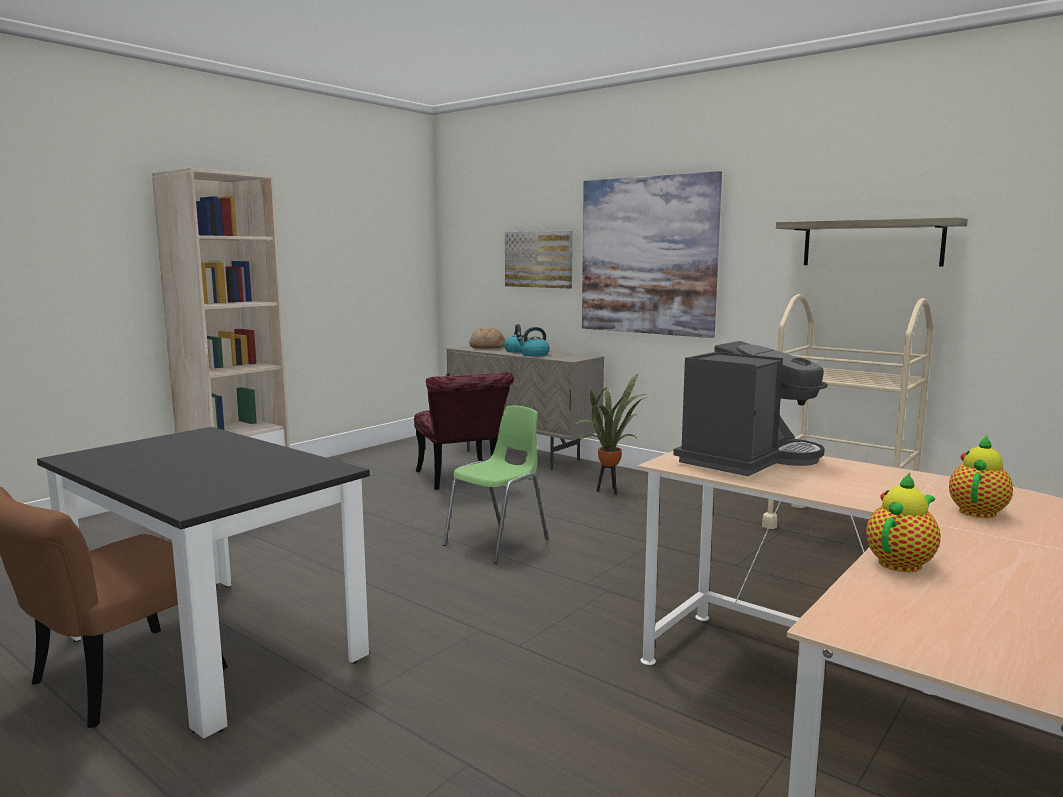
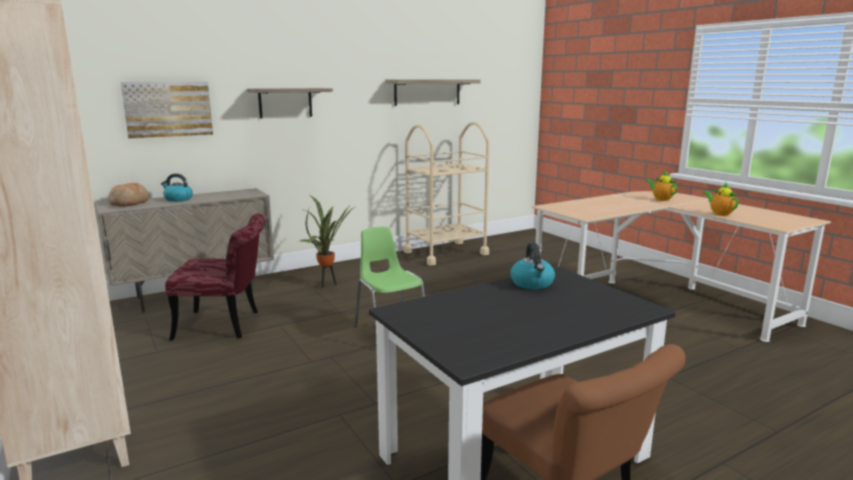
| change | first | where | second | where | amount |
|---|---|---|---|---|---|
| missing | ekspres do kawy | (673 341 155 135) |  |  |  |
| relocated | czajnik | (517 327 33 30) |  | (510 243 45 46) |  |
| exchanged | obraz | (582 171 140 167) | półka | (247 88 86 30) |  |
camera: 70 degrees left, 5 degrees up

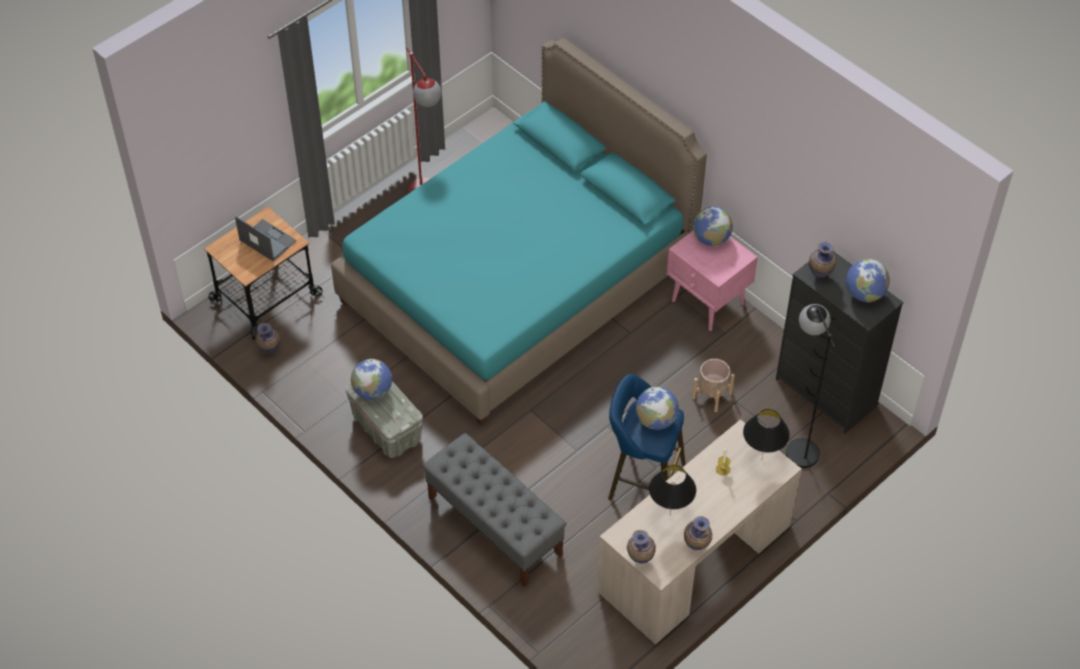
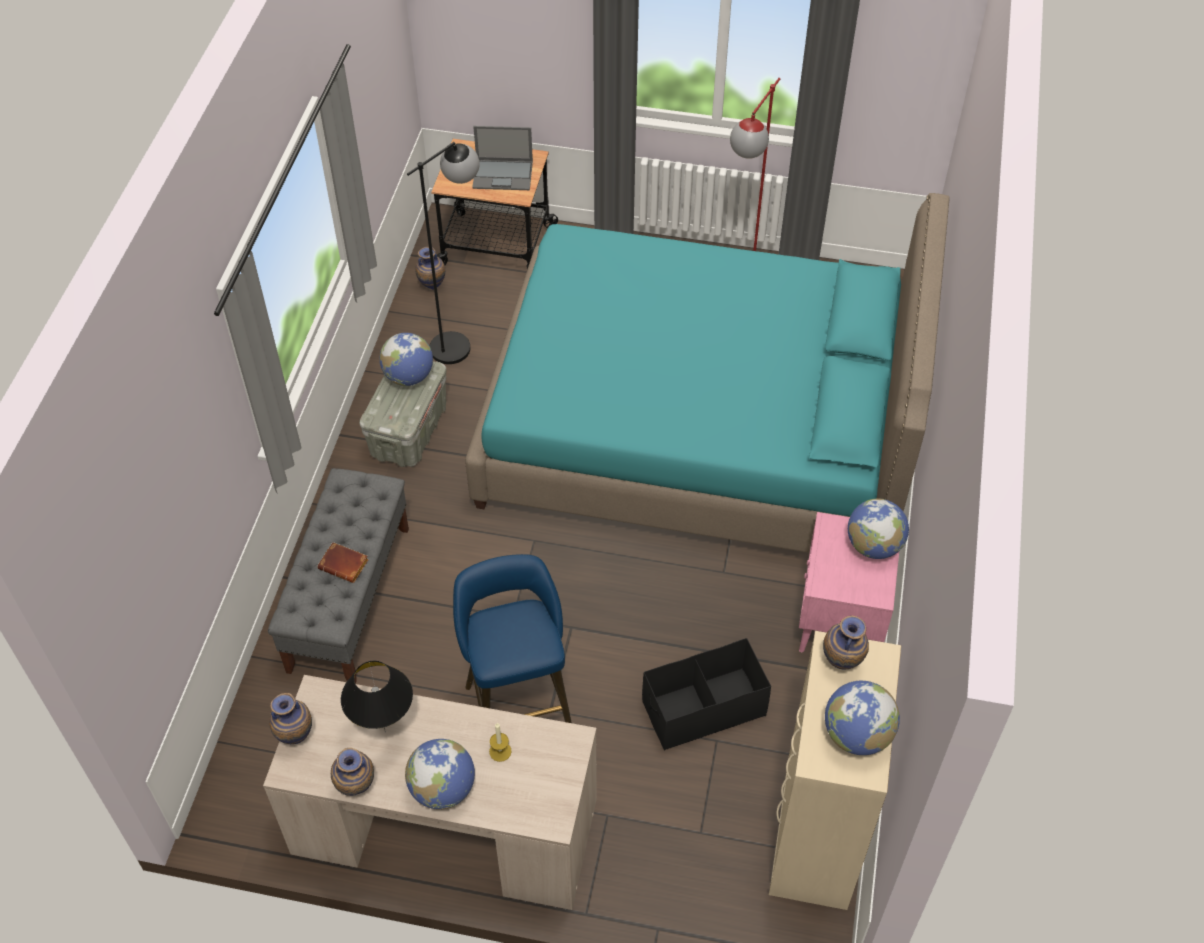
| change | first | where | second | where | amount |
|---|---|---|---|---|---|
| missing | lampa stołowa/czarny | (743 409 47 49) |  |  |  |
| appeared |  |  | książka/brązowy | (317 542 52 41) |  |
| relocated | globus | (635 386 44 44) |  | (405 739 70 70) |  |
| relocated | lampa stojąca/czarny | (786 304 49 164) |  | (407 142 73 222) |  |
| exchanged | donica/beżowy | (692 359 43 53) | pojemnik do przechowywania/czarny | (642 638 129 113) |  |
| colour | komoda/czarny | (776 251 128 183) | komoda/beżowy | (769 631 132 279) |  |
| spun | laptop | (235 216 61 46) |  | (472 126 61 64) | 90 degrees clockwise |
camera: 55 degrees right, 0 degrees up

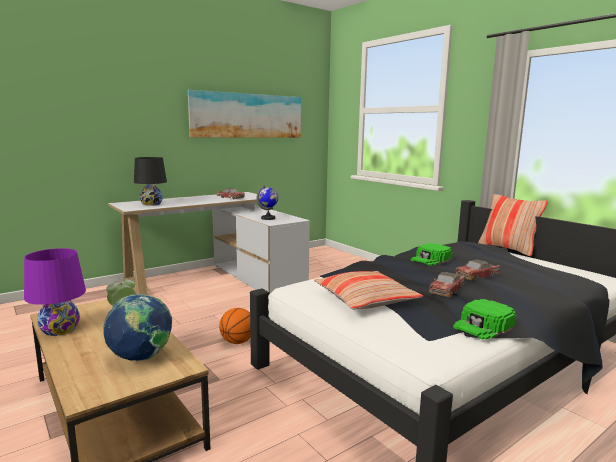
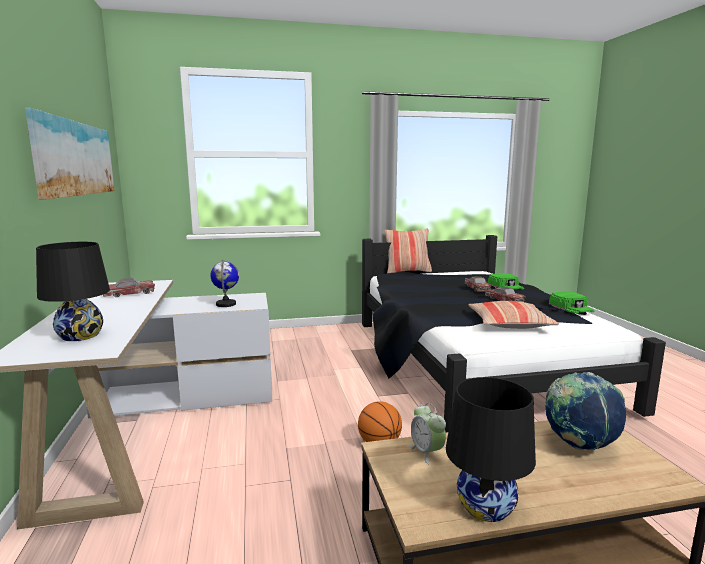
| change | first | where | second | where | amount |
|---|---|---|---|---|---|
| relocated | czapka z daszkiem/zielony | (411 243 42 23) |  | (488 273 36 16) |  |
| colour | lampa stołowa/fioletowy | (24 248 62 88) | lampa stołowa/czarny | (446 377 90 145) |  |
camera: 65 degrees left, 0 degrees up

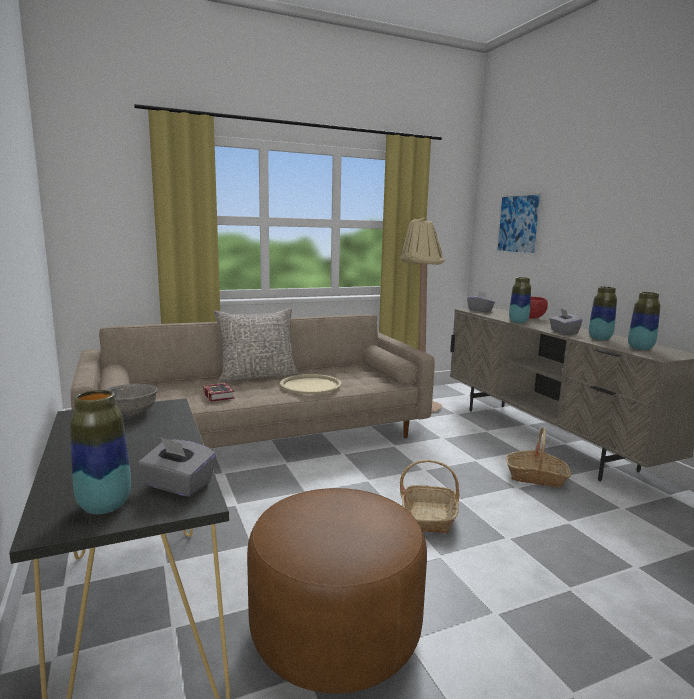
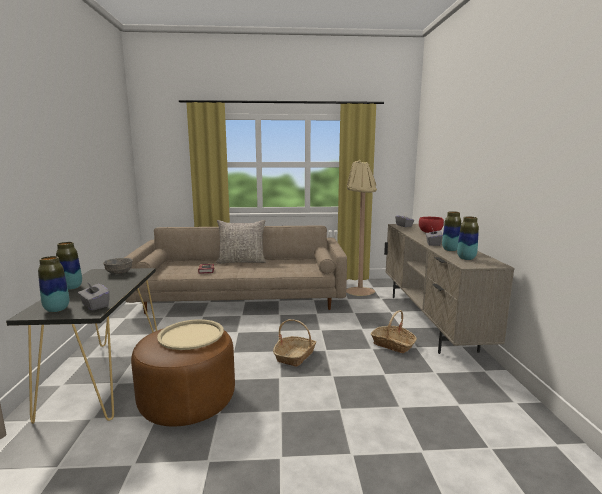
| change | first | where | second | where | amount |
|---|---|---|---|---|---|
| missing | obraz | (496 192 47 63) |  |  |  |
| relocated | taca/beżowy | (280 374 62 20) |  | (157 319 67 31) |  |
| relocated | wazon | (509 277 22 46) |  | (56 242 26 48) |  |
camera: 20 degrees right, 0 degrees up

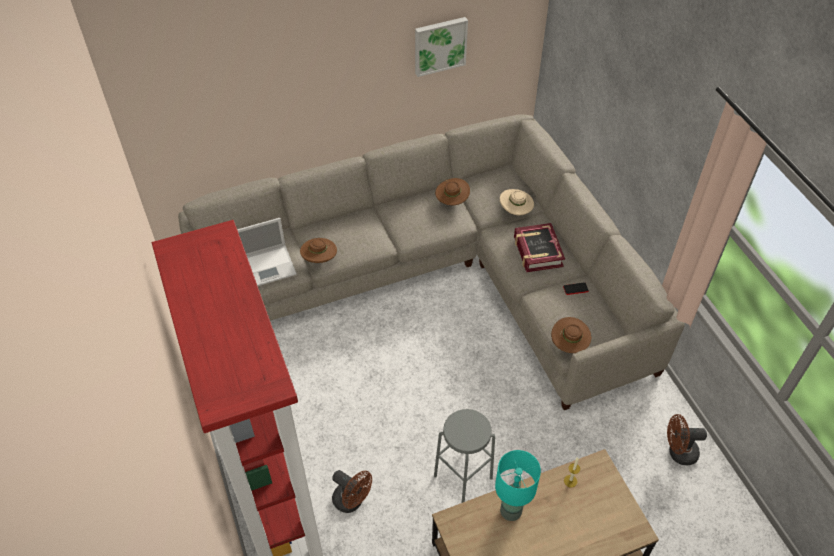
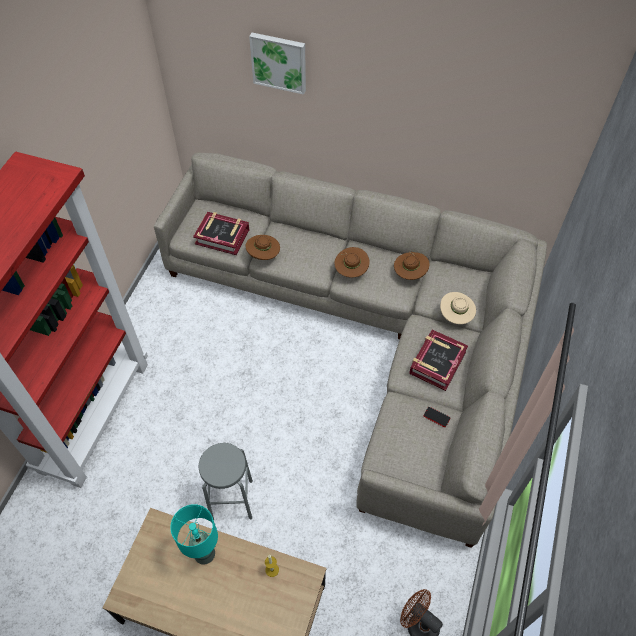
| change | first | where | second | where | amount |
|---|---|---|---|---|---|
| missing | wentylator/brązowy | (332 470 40 43) |  |  |  |
| relocated | obraz | (415 17 53 60) |  | (249 33 57 62) |  |
| relocated | kapelusz/brązowy | (551 317 40 36) |  | (334 247 36 31) |  |
| exchanged | laptop | (237 218 60 68) | książka | (193 212 56 43) |  |
camera: 40 degrees right, 5 degrees up

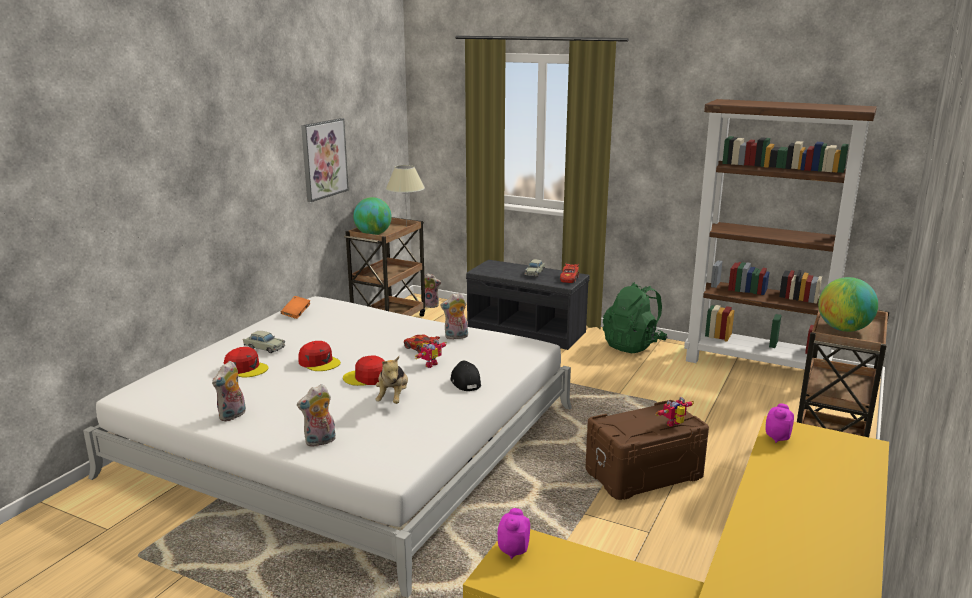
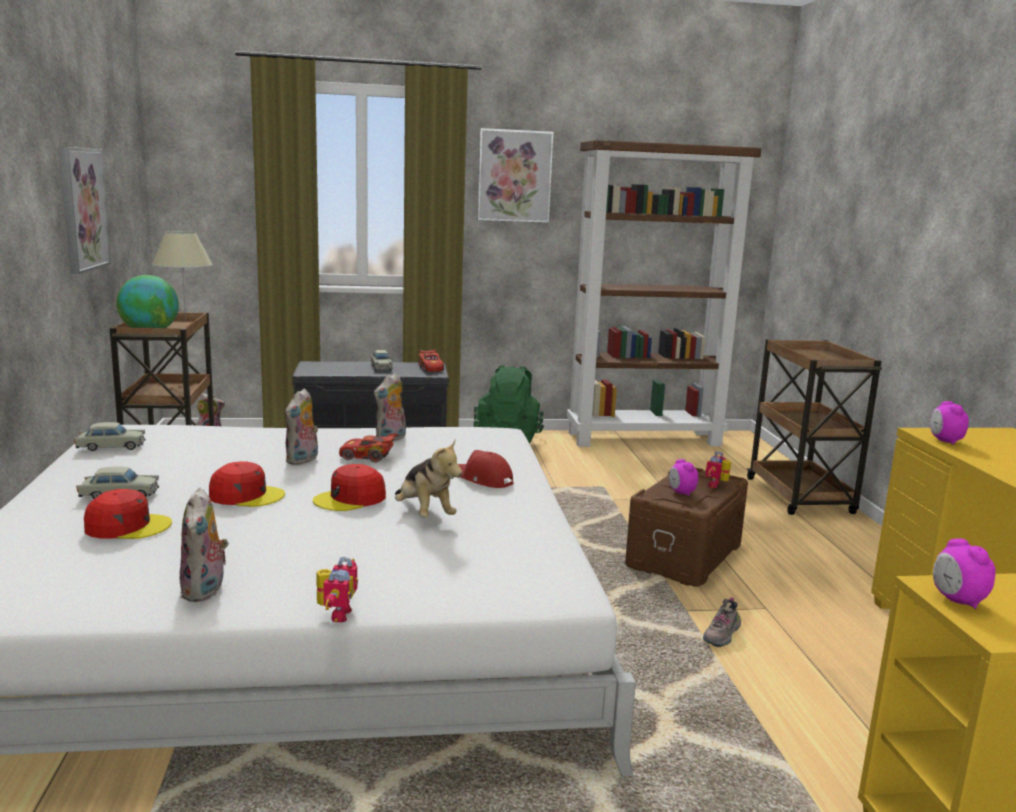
| change | first | where | second | where | amount |
|---|---|---|---|---|---|
| missing | globus | (818 277 60 55) |  |  |  |
| appeared |  |  | obraz | (477 128 77 95) |  |
| appeared |  |  | budzik | (669 459 29 37) |  |
| appeared |  |  | but | (703 597 38 50) |  |
| relocated | pluszak | (297 384 39 63) |  | (285 388 33 77) |  |
| relocated | robot zabawkowy | (415 339 32 29) |  | (316 557 42 66) |  |
| exchanged | książka/pomarańczowy | (281 296 30 23) | samochodzik/beżowy | (74 422 72 29) |  |
| colour | czapka z daszkiem/czarny | (450 360 31 31) | czapka z daszkiem/czerwony | (458 450 55 38) |  |
camera: 35 degrees left, 5 degrees down

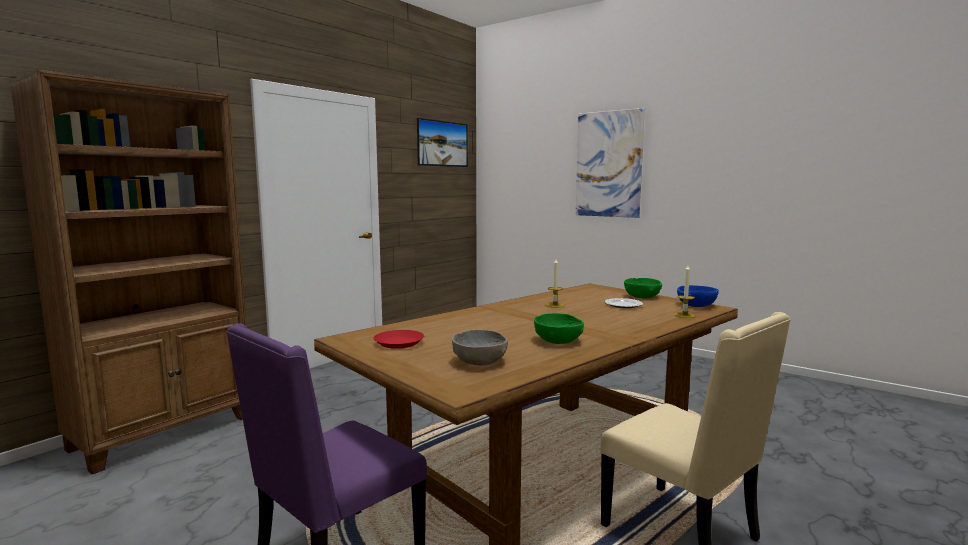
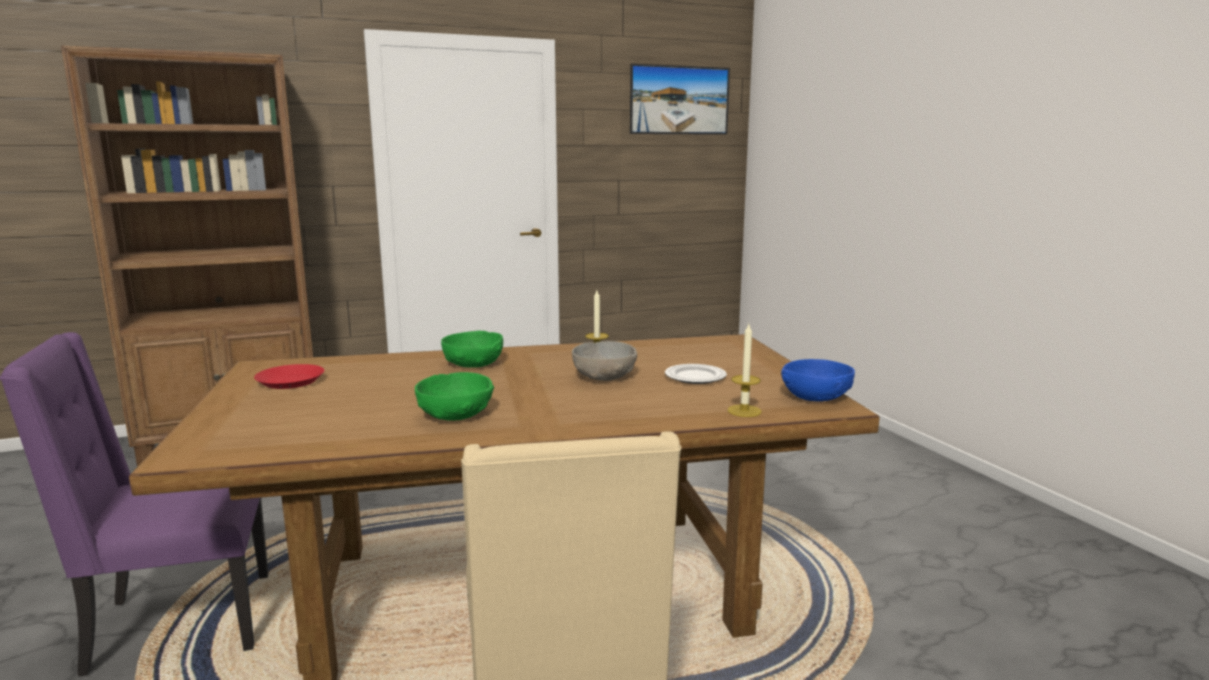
| change | first | where | second | where | amount |
|---|---|---|---|---|---|
| missing | obraz | (576 108 69 110) |  |  |  |
| relocated | miska/szary | (452 330 56 35) |  | (572 341 65 40) |  |
| relocated | miska/zielony | (624 278 38 20) |  | (441 330 62 38) |  |
camera: 30 degrees right, 5 degrees up

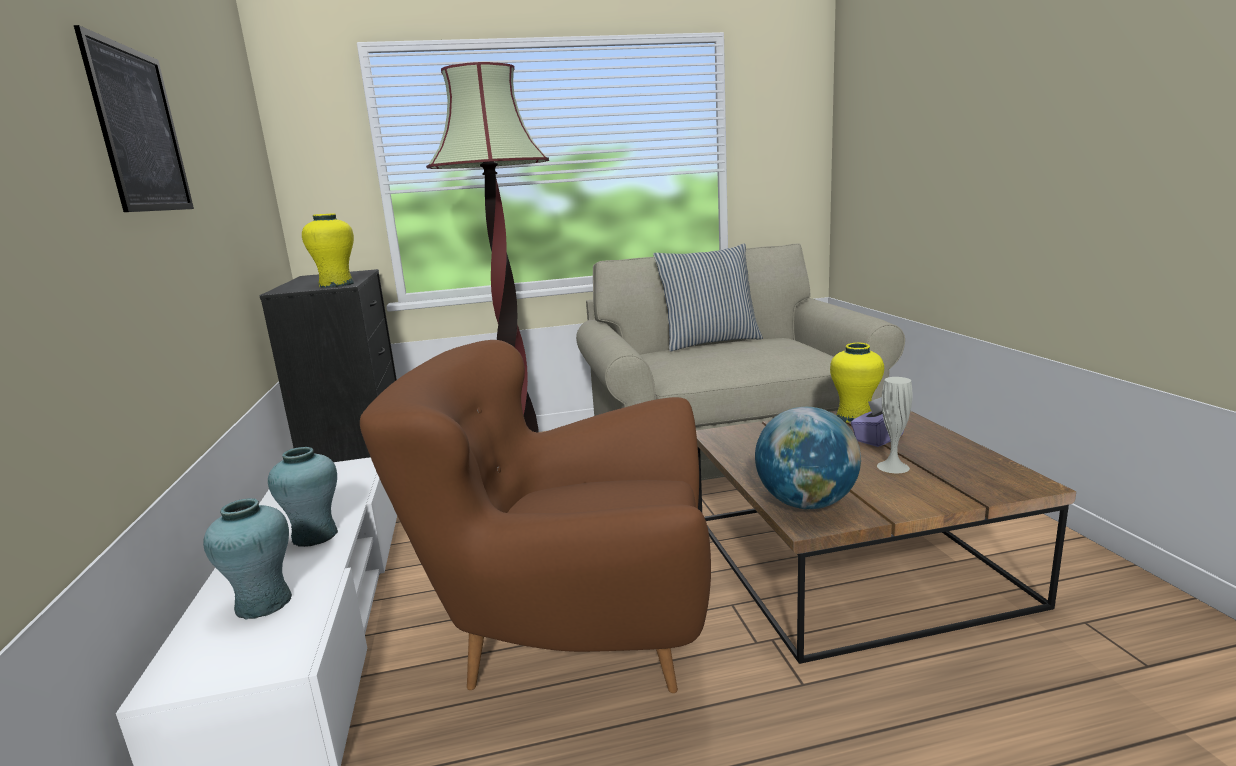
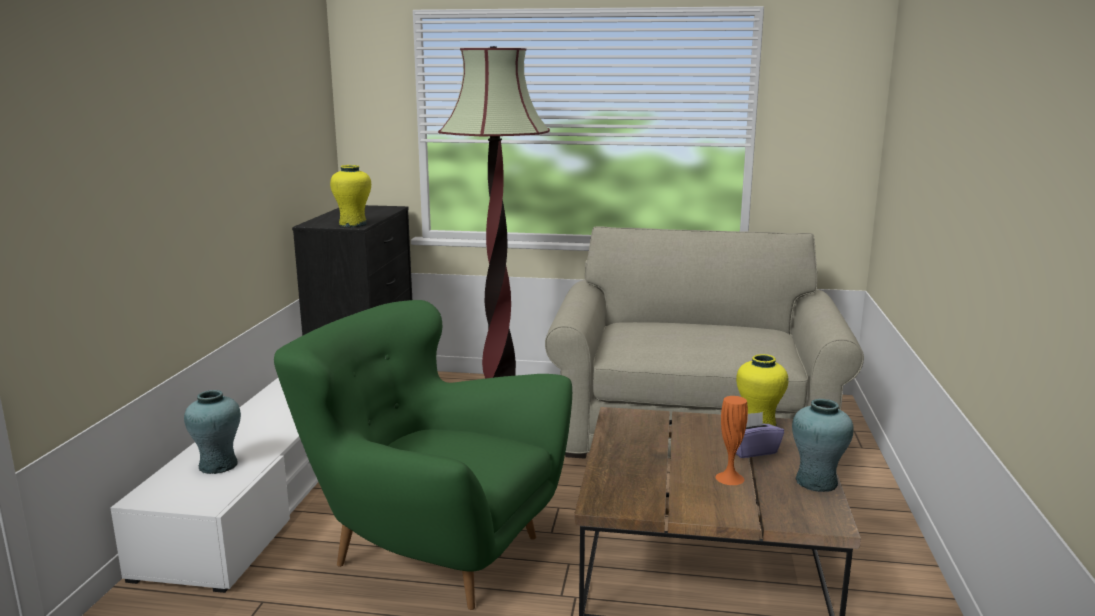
| change | first | where | second | where | amount |
|---|---|---|---|---|---|
| missing | obraz | (74 25 120 187) |  |  |  |
| missing | poduszka | (653 244 110 108) |  |  |  |
| missing | globus | (755 407 106 102) |  |  |  |
| relocated | wazon/turkusowy | (268 447 70 100) |  | (792 399 62 93) |  |
| colour | fotel/brązowy | (360 340 351 353) | fotel/zielony | (274 300 298 310) |  |
| colour | wazon/biały | (877 377 35 96) | wazon/pomarańczowy | (716 396 32 89) |  |
camera: 20 degrees right, 0 degrees up

